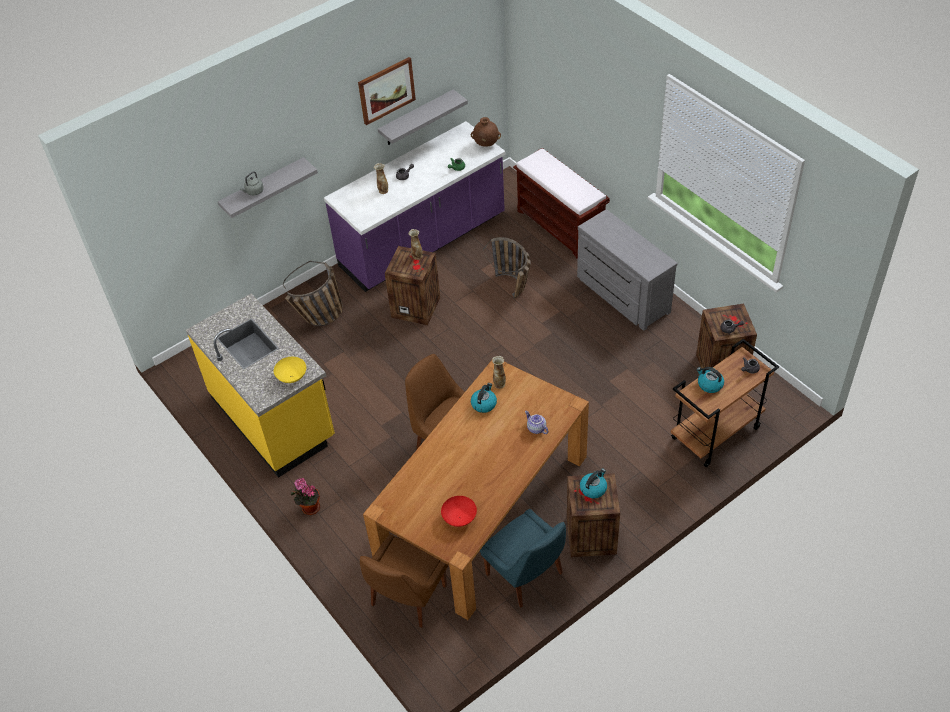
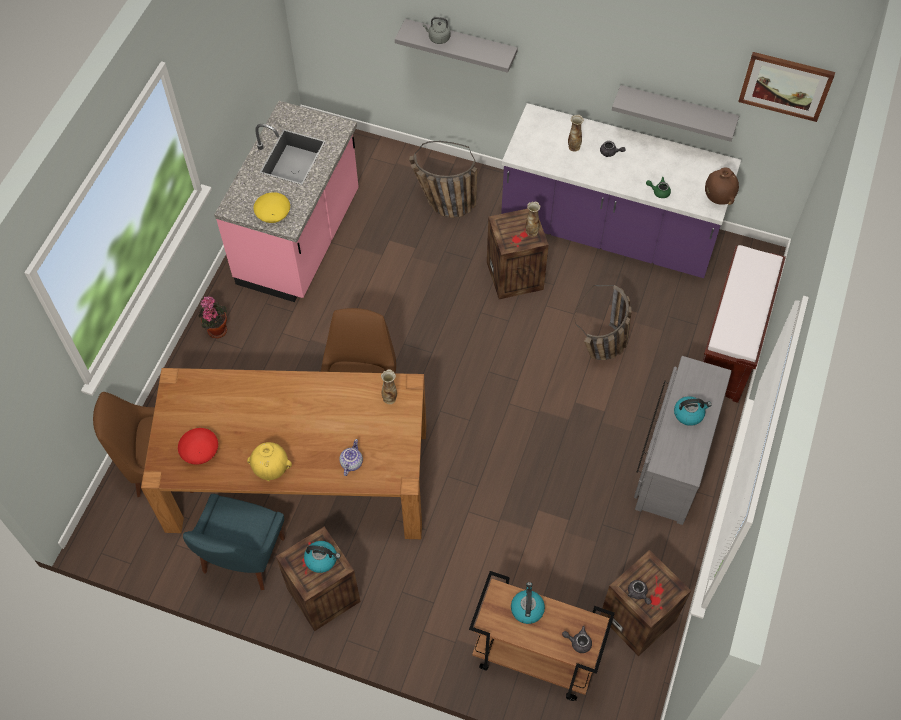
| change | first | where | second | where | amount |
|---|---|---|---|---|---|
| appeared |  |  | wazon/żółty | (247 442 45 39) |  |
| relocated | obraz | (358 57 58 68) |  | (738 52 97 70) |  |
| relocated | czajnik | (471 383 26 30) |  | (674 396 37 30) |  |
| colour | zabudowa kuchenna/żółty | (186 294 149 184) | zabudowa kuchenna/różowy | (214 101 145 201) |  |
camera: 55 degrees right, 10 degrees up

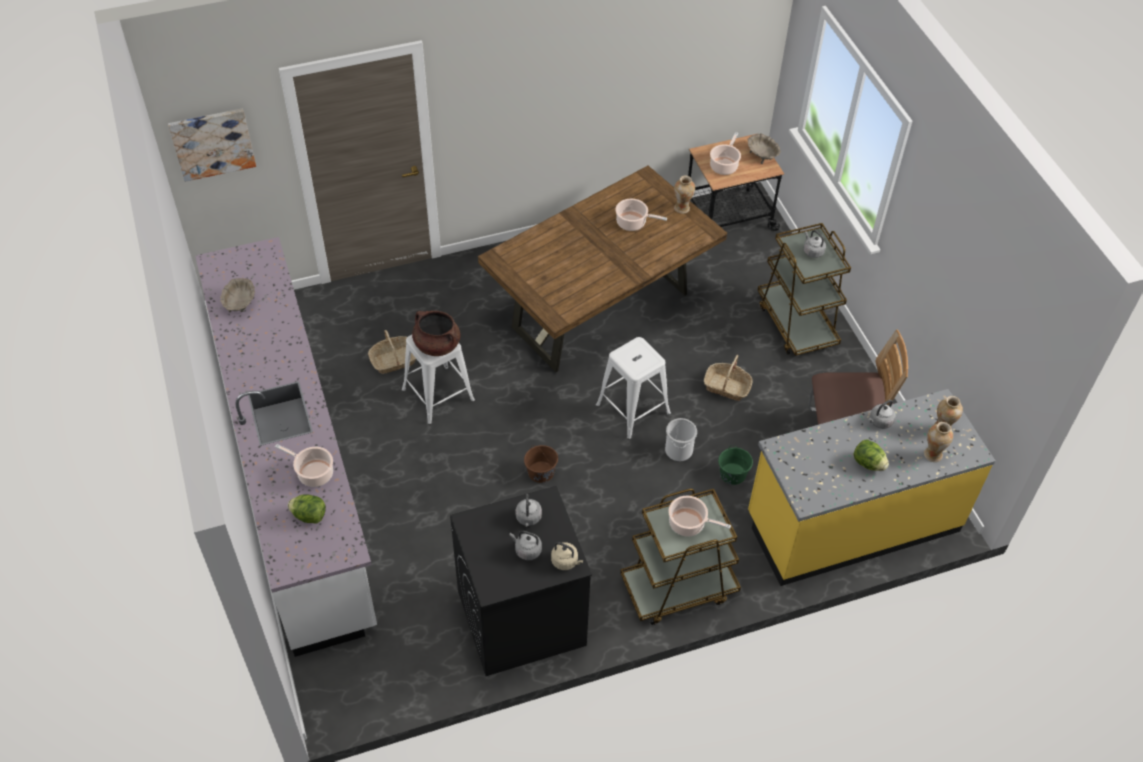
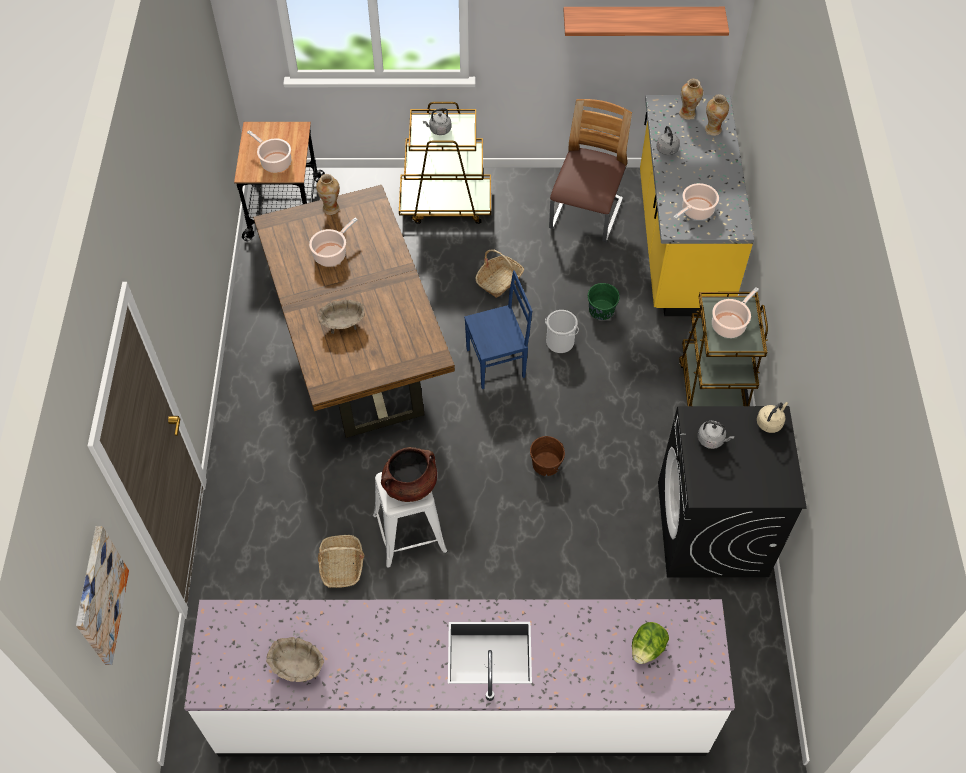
| change | first | where | second | where | amount |
|---|---|---|---|---|---|
| missing | czajnik/szary | (510 531 32 29) |  |  |  |
| missing | sałata | (854 439 35 32) |  |  |  |
| appeared |  |  | półka | (564 7 165 29) |  |
| relocated | garnek | (275 444 58 43) |  | (673 183 46 37) |  |
| relocated | miska/beżowy | (748 134 33 30) |  | (318 300 47 34) |  |
| exchanged | stołek/biały | (596 337 75 103) | krzesło/niebieski | (464 270 68 119) |  |
camera: 70 degrees left, 5 degrees up

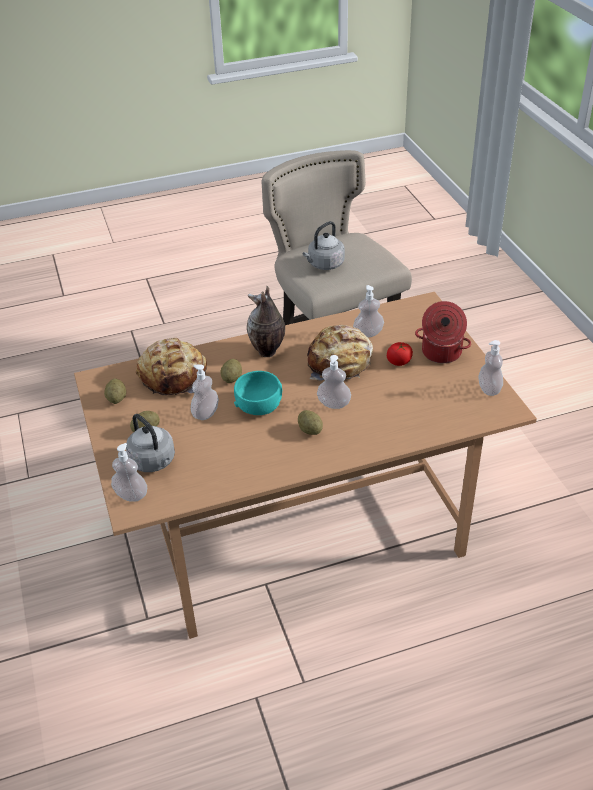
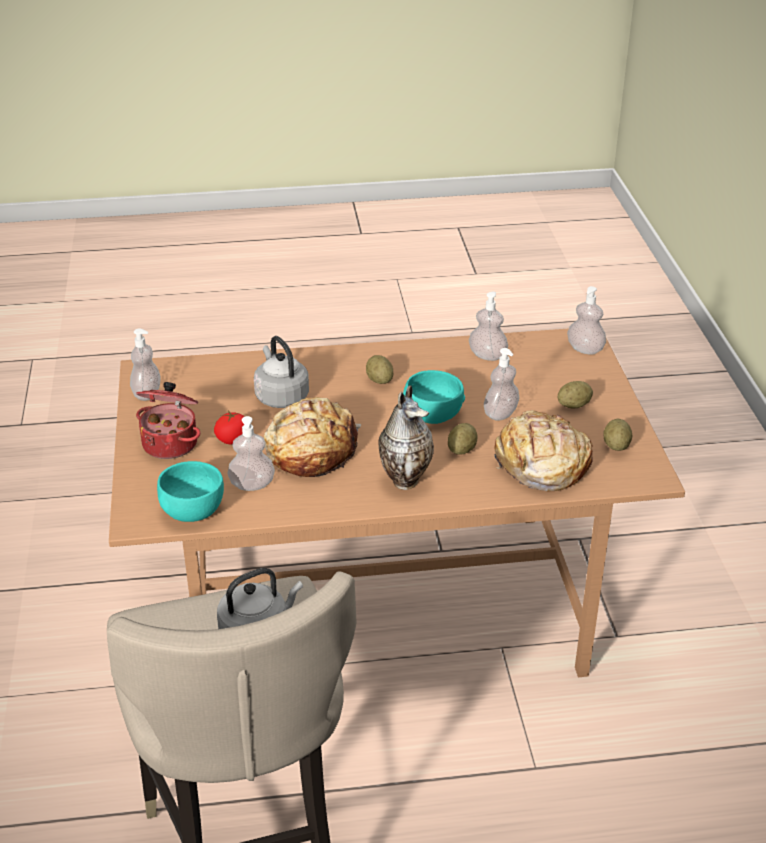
| change | first | where | second | where | amount |
|---|---|---|---|---|---|
| appeared |  |  | miska/turkusowy | (157 461 67 61) |  |
| relocated | czajnik/szary | (126 414 49 58) |  | (254 336 55 72) |  |
| relocated | dozownik mydła | (317 355 34 54) |  | (469 291 39 70) |  |
camera: 170 degrees left, 5 degrees down

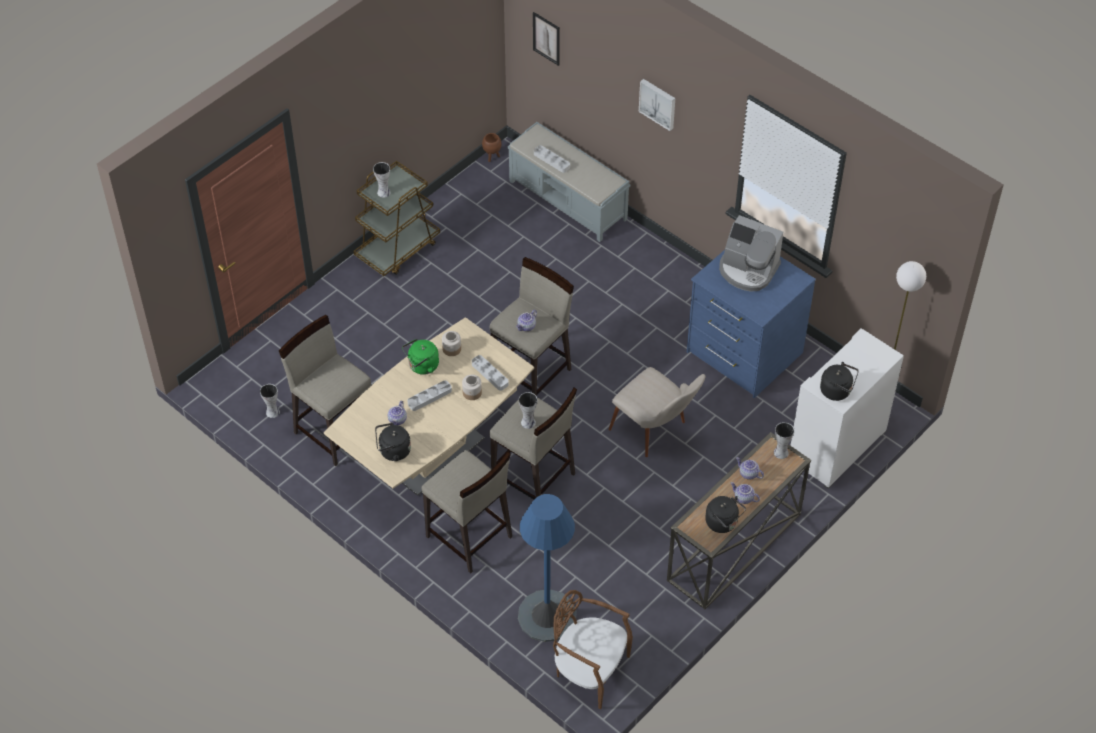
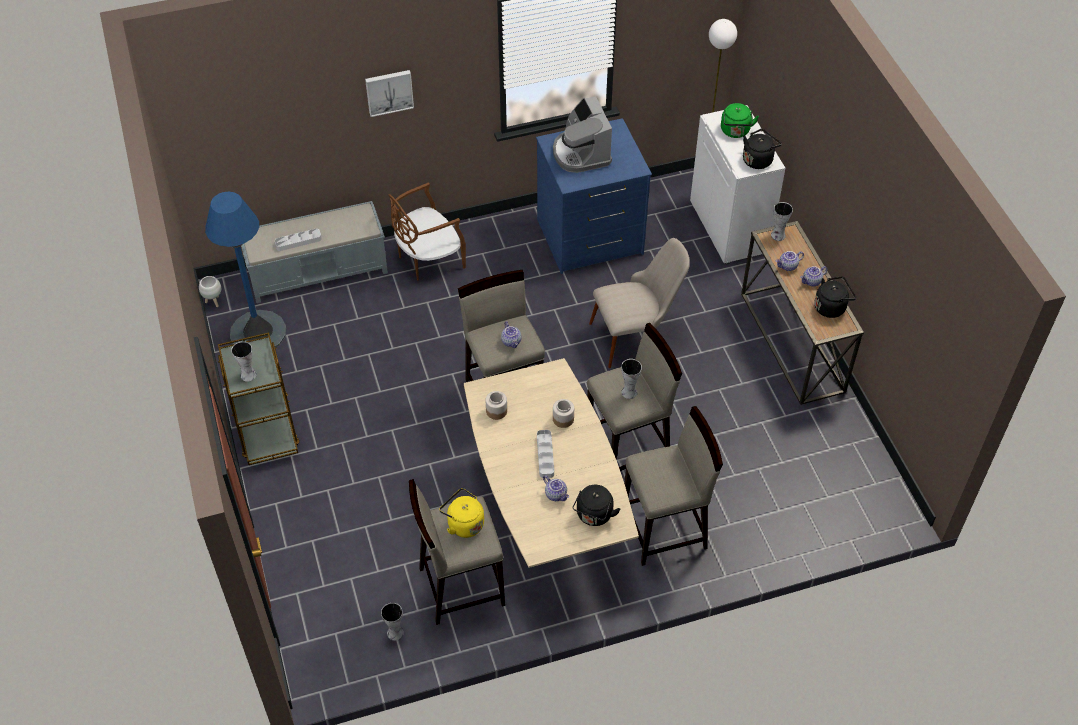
| change | first | where | second | where | amount |
|---|---|---|---|---|---|
| missing | taca/szary | (472 355 37 36) |  |  |  |
| missing | obraz | (533 12 27 54) |  |  |  |
| appeared |  |  | czajnik/żółty | (439 488 45 50) |  |
| relocated | czajnik/zielony | (402 339 37 36) |  | (721 103 38 35) |  |
| relocated | lampa stojąca/niebieski | (518 494 59 148) |  | (205 192 81 156) |  |
| relocated | krzesło/brązowy | (553 590 80 119) |  | (388 183 78 97) |  |
| colour | donica/brązowy | (482 133 19 29) | donica/biały | (199 276 22 31) |  |
| spun | ekspres do kawy | (719 215 64 77) |  | (553 96 59 77) | 105 degrees clockwise |
camera: 60 degrees left, 0 degrees up

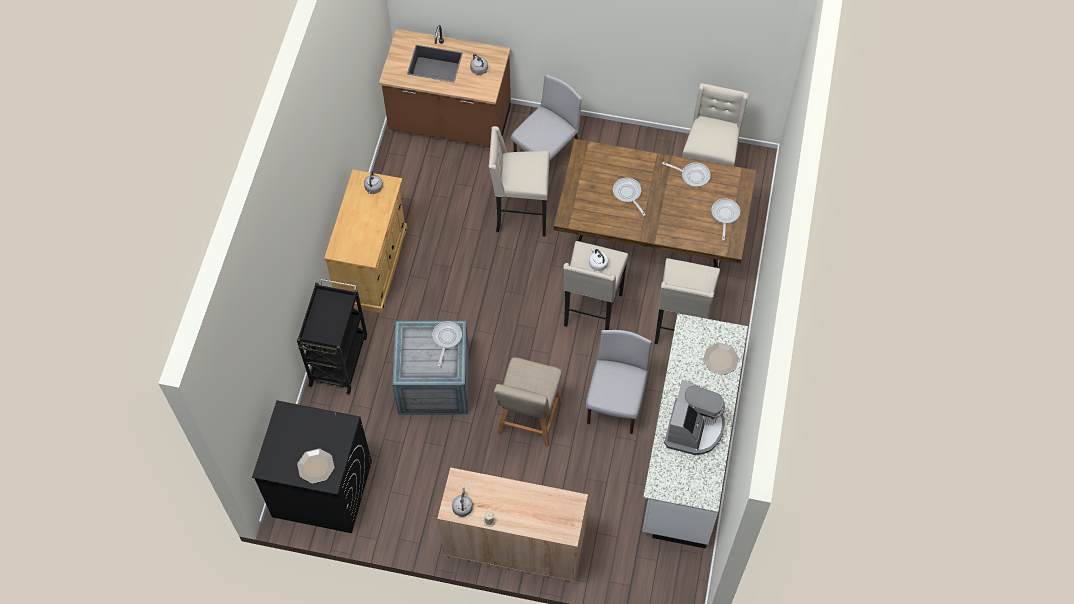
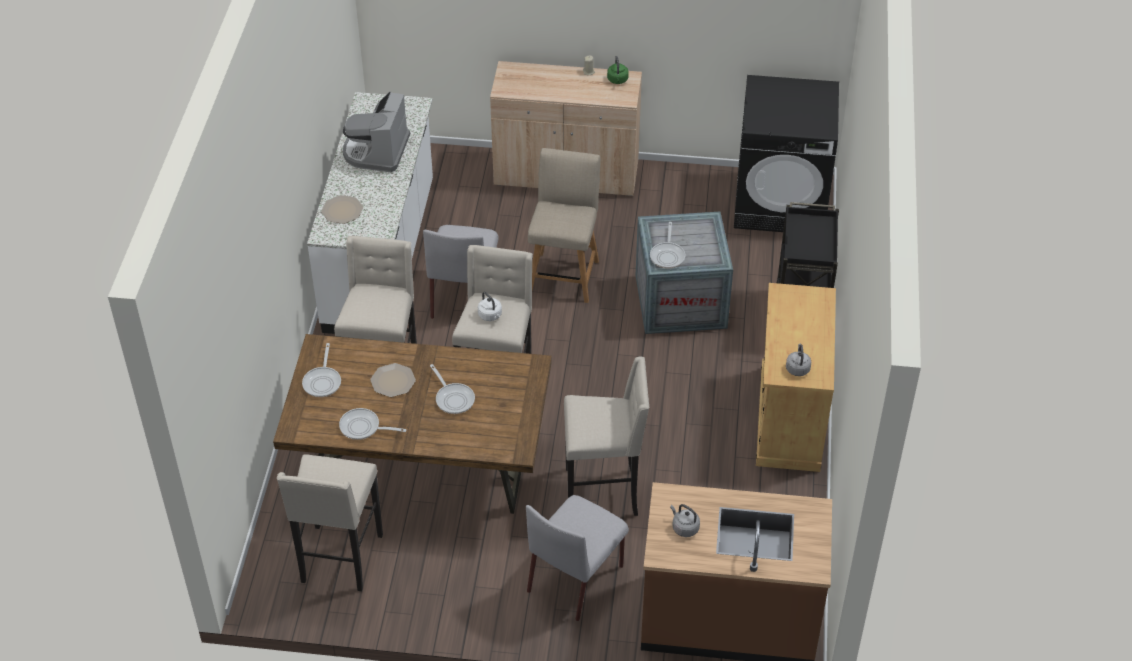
| change | first | where | second | where | amount |
|---|---|---|---|---|---|
| relocated | talerz | (297 449 38 34) |  | (370 363 46 34) |  |
| colour | czajnik/szary | (452 488 21 29) | czajnik/zielony | (607 56 22 28) |  |
camera: 175 degrees right, 15 degrees down

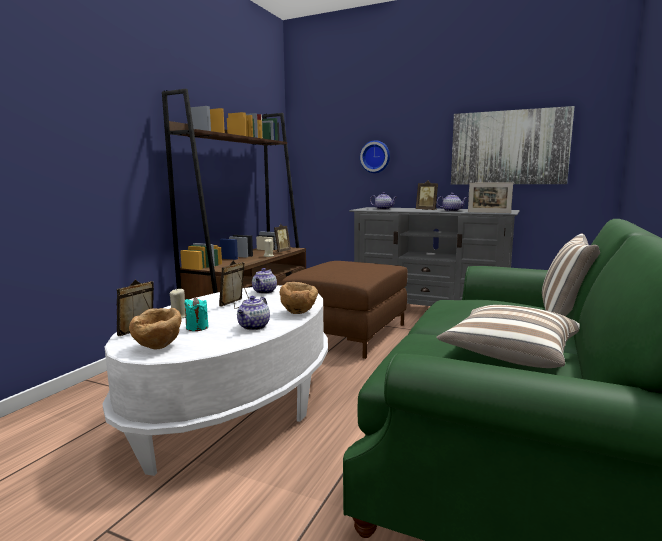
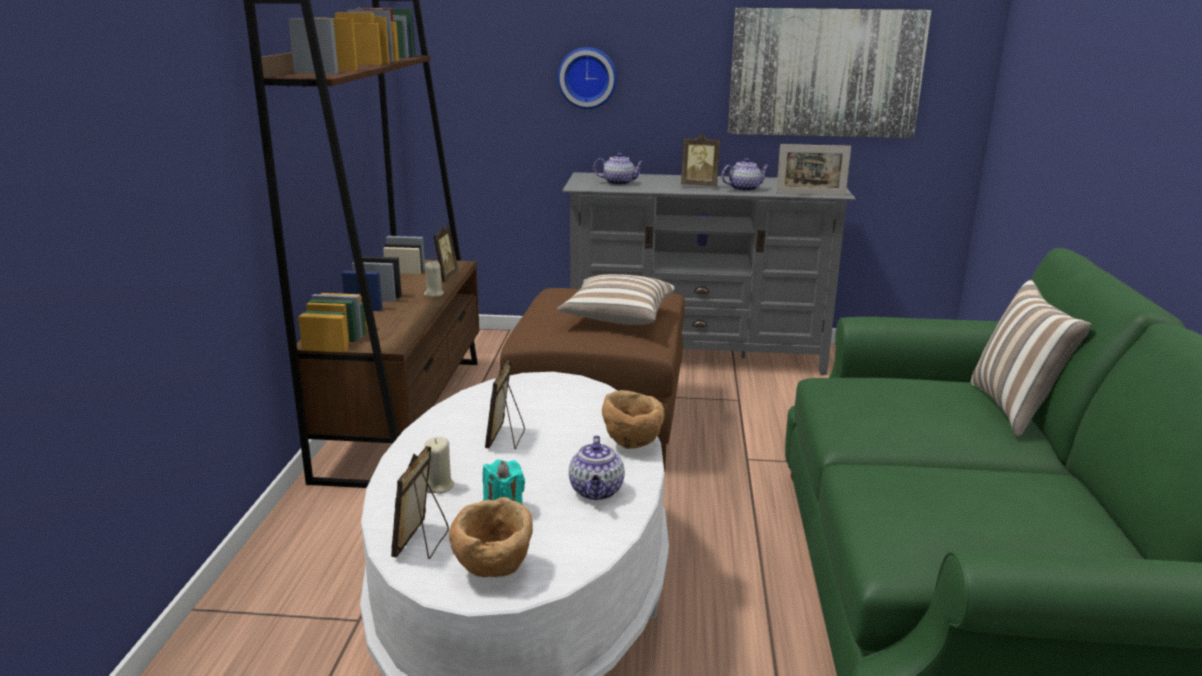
| change | first | where | second | where | amount |
|---|---|---|---|---|---|
| missing | imbryk | (252 268 25 26) |  |  |  |
| relocated | poduszka | (436 305 144 63) |  | (557 274 118 51) |  |
camera: 20 degrees left, 10 degrees up

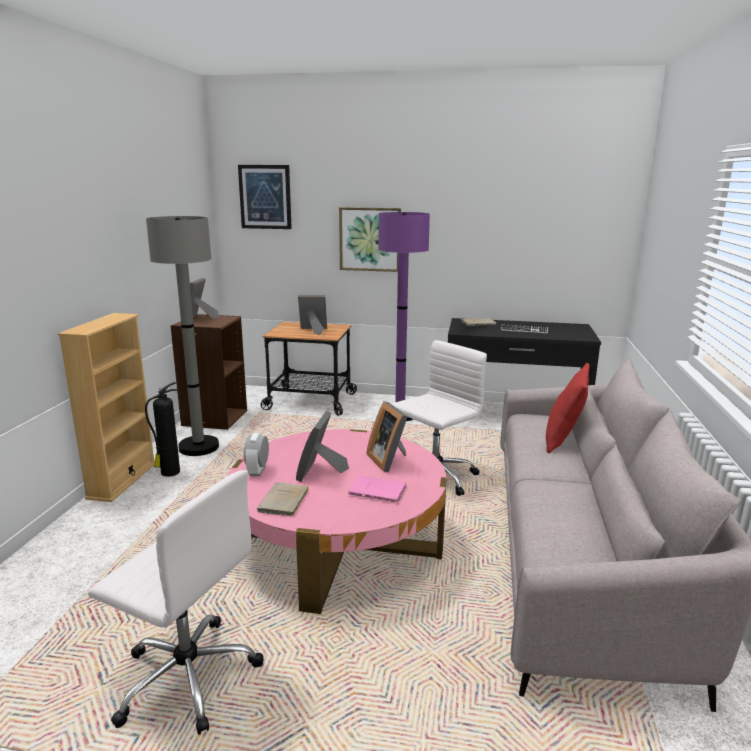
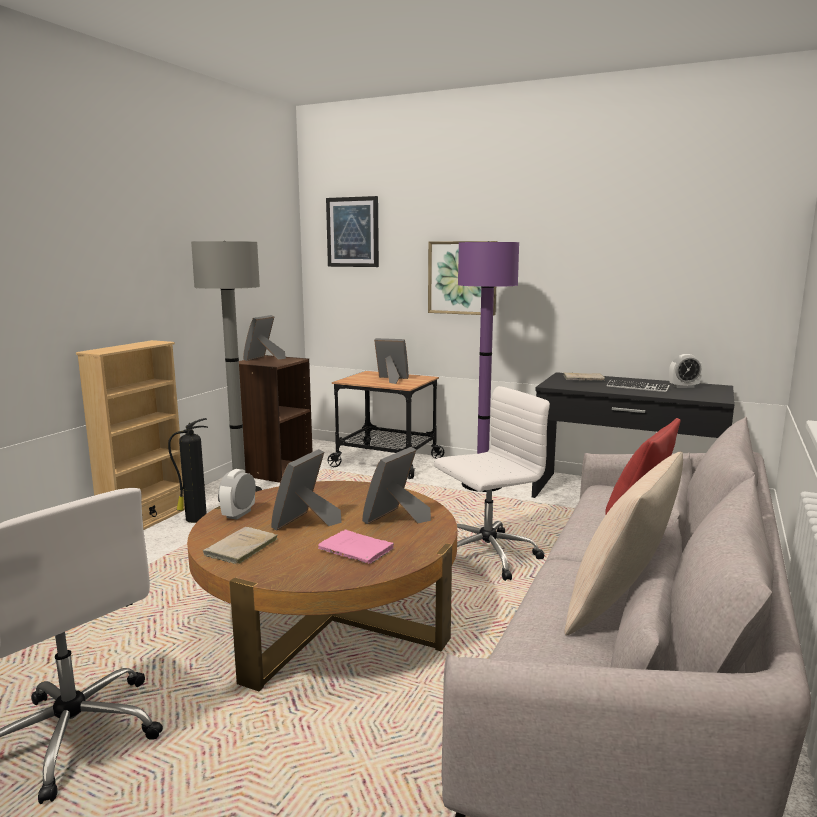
| change | first | where | second | where | amount |
|---|---|---|---|---|---|
| appeared |  |  | poduszka/beżowy | (565 452 118 184) |  |
| appeared |  |  | budzik | (669 354 33 34) |  |
| colour | ława/różowy | (228 429 219 185) | ława/brązowy | (187 481 270 211) |  |
| spun | ramka na zdjęcie | (366 401 42 71) |  | (362 447 69 77) | 45 degrees clockwise |
camera: 15 degrees right, 5 degrees down

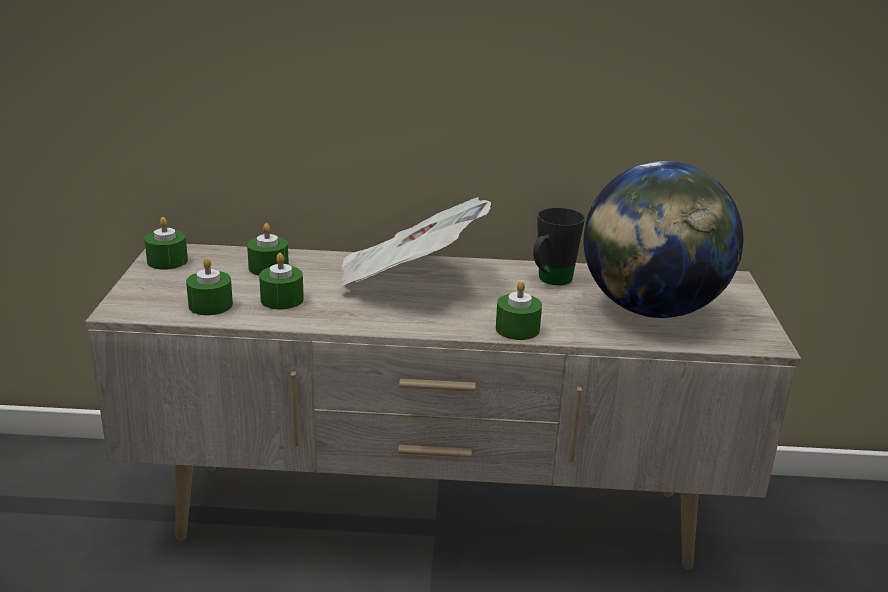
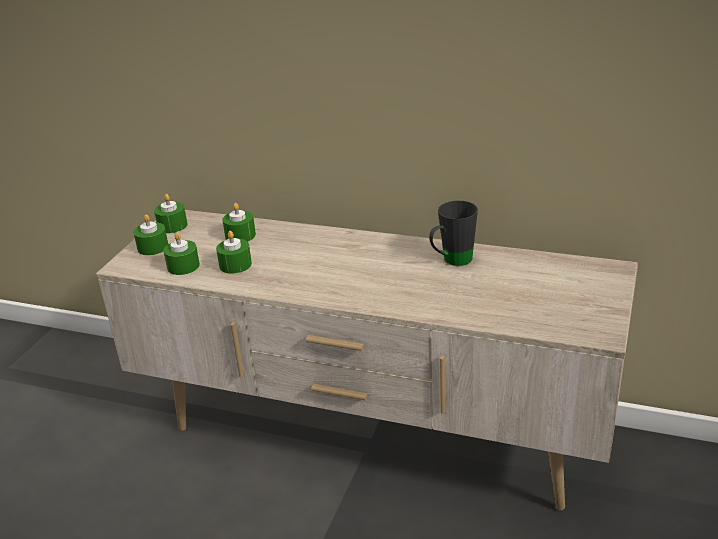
| change | first | where | second | where | amount |
|---|---|---|---|---|---|
| missing | gazeta | (339 197 152 90) |  |  |  |
| missing | globus | (584 161 160 157) |  |  |  |
| relocated | świeca/zielony | (496 281 46 59) |  | (133 215 35 40) |  |
camera: 20 degrees right, 5 degrees up

